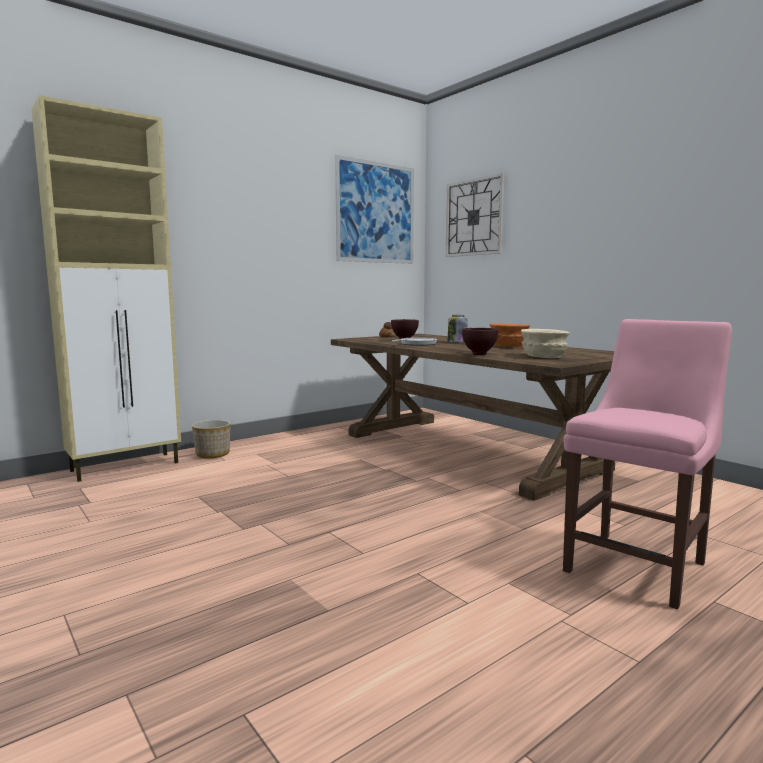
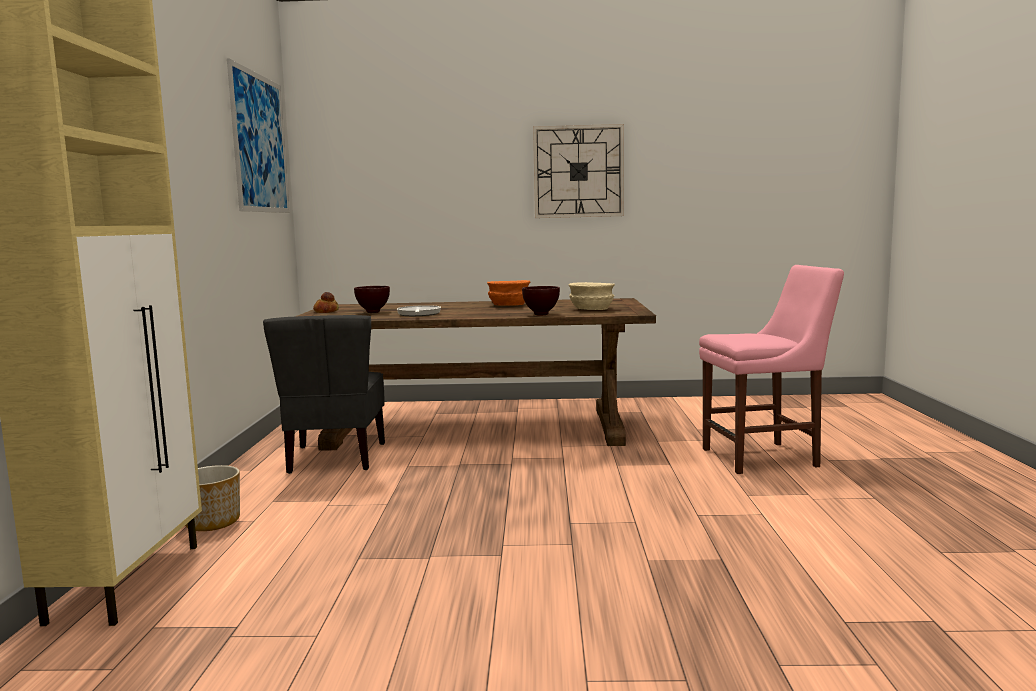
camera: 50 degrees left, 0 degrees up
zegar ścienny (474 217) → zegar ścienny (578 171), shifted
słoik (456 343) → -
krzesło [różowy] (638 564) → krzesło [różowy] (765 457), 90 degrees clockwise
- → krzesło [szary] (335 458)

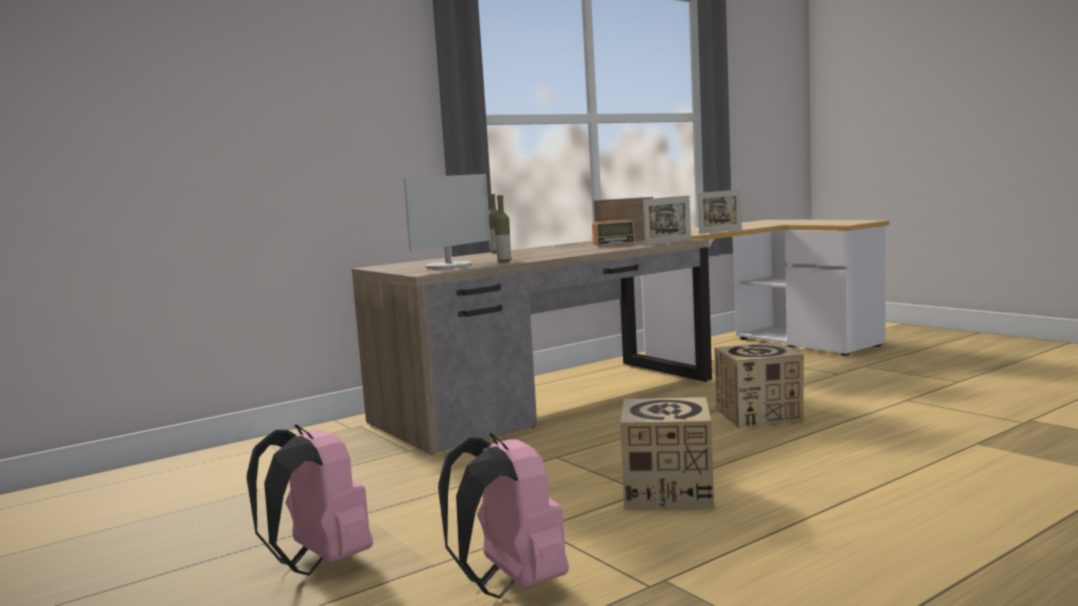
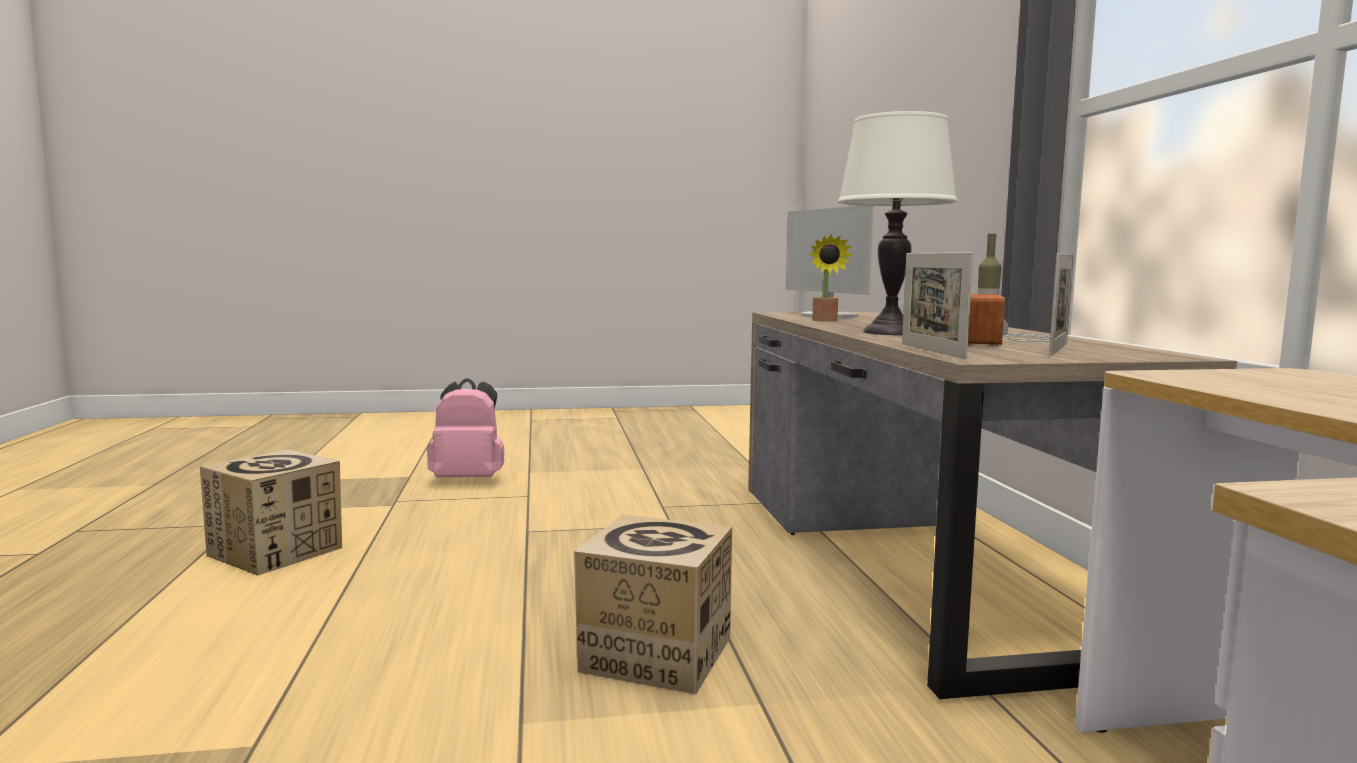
camera: 115 degrees right, 0 degrees up
ramka na zdjęcie (720 231) → -
butelka (504 261) → roślina doniczkowa (825 321)
karton (668 491) → karton (276 551), shifted
plecak [różowy] (320 563) → -
- → lampa stołowa [biały] (890 332)

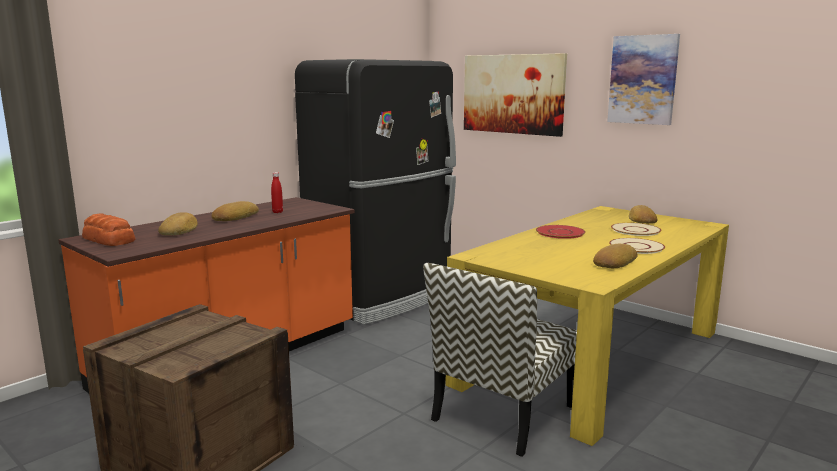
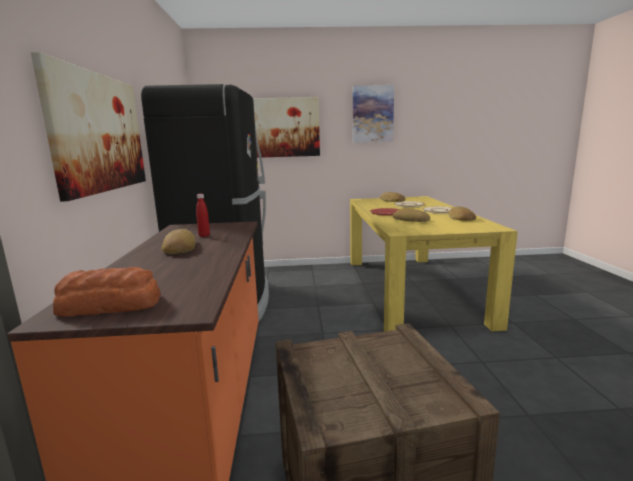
camera: 45 degrees left, 0 degrees up
chleb (180 230) → chleb (411 220), shifted
krzesło (503 414) → -
- → obraz (99 133)

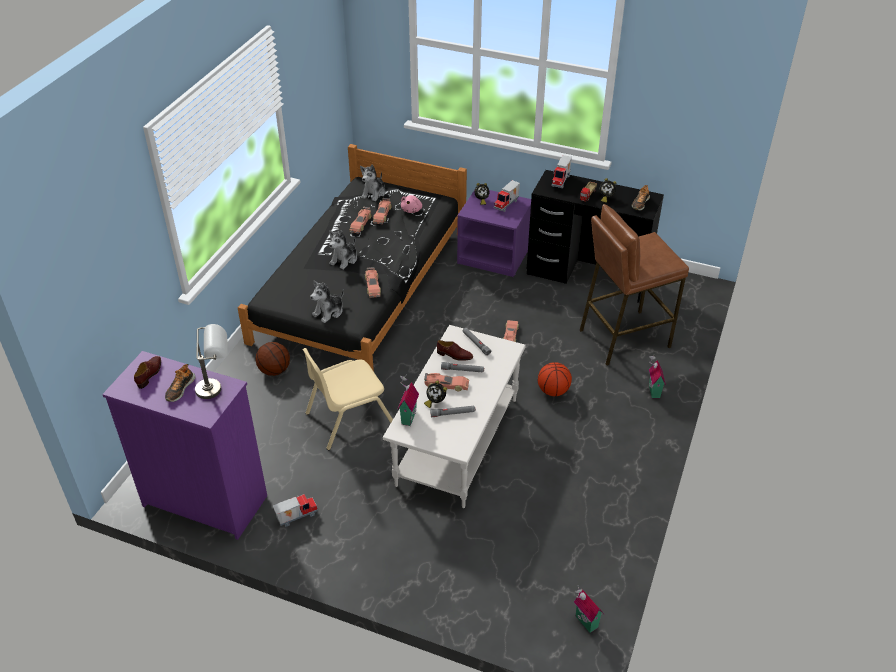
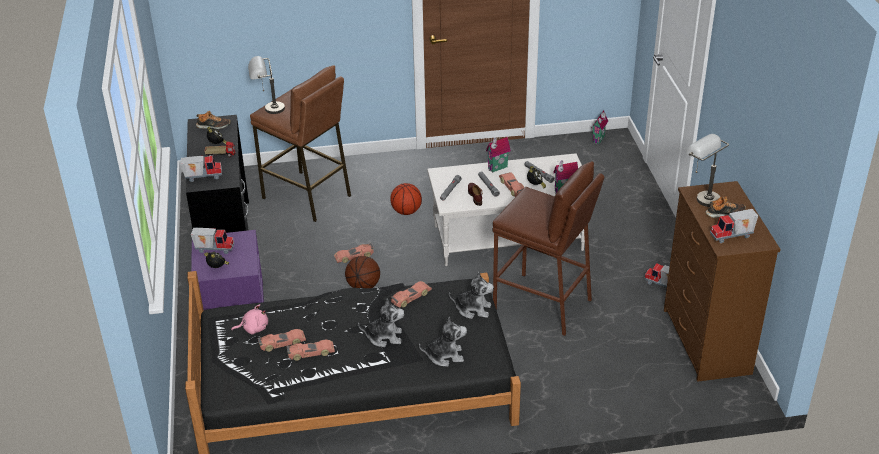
camera: 120 degrees left, 5 degrees down
pluszak (374 193) → pluszak (445 356), shifted
piłka do koszykówki (275 370) → piłka do koszykówki (363 286), shifted
krzesło [beżowy] (349 419) → stołek [brązowy] (542 305)
komoda [fioletowy] (204 500) → komoda [brązowy] (706 342)
but [brązowy] (150 374) → ciężarówka zabawkowa (732 237)
domek (652 391) → domek (498 168), shifted
- → lampa stołowa [szary] (268 110)

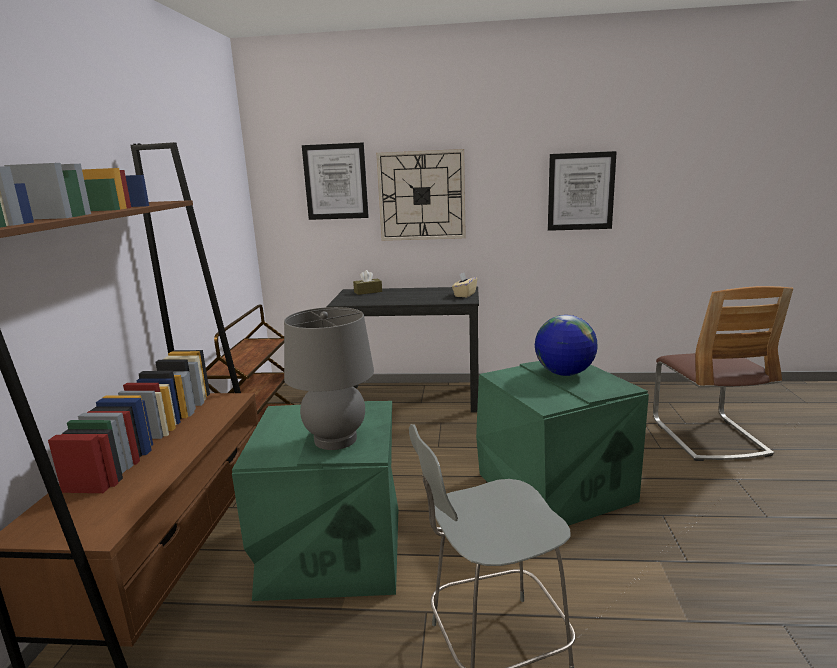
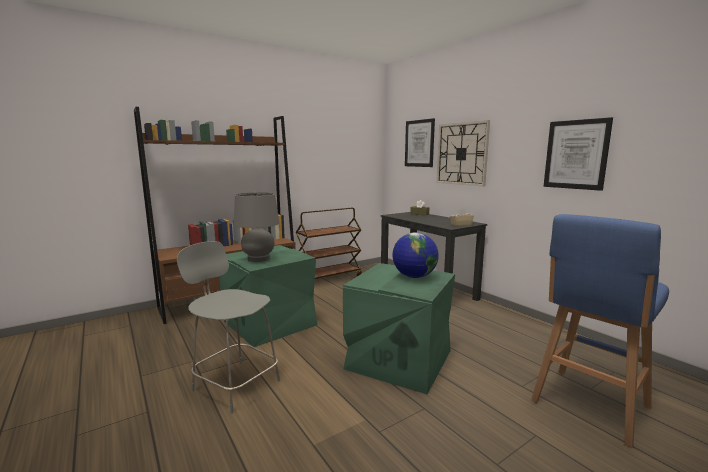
camera: 50 degrees right, 5 degrees down
krzesło (708 437) → stołek [niebieski] (588 406)

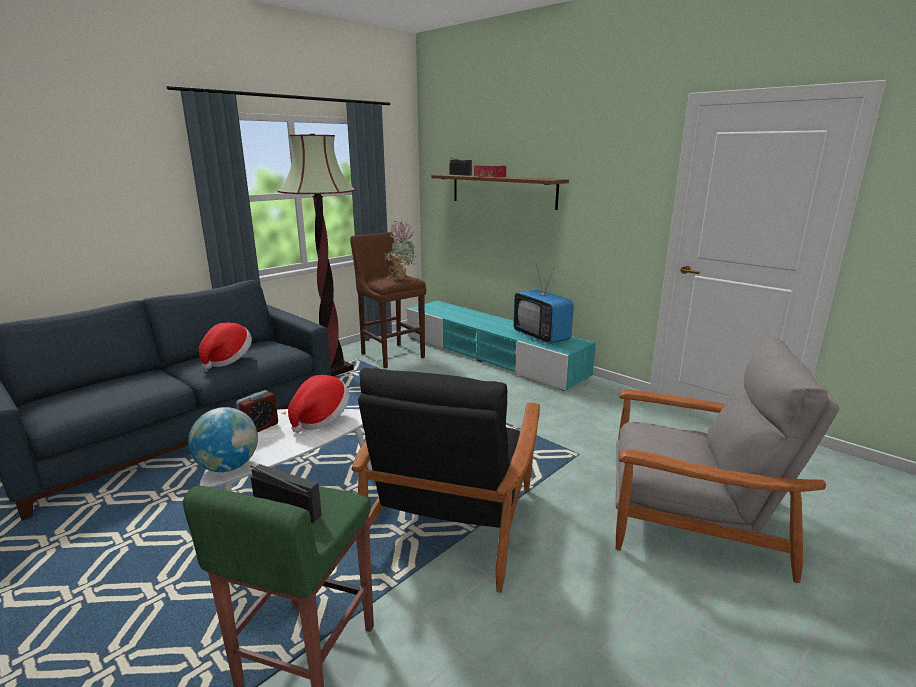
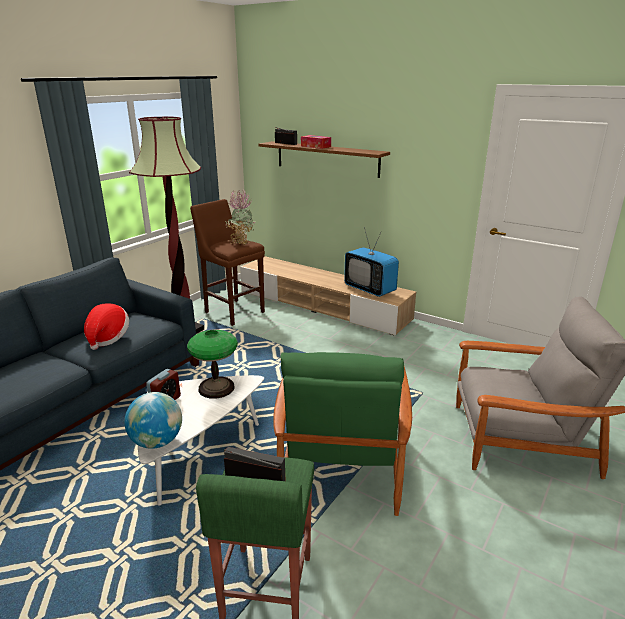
camera: 10 degrees left, 5 degrees up
szafka pod telewizor [turkusowy] (492 356) → szafka pod telewizor [beżowy] (323 306)
fotel [czarny] (453 520) → fotel [zielony] (341 461)
kapelusz (320 419) → lampa stołowa (216 388)

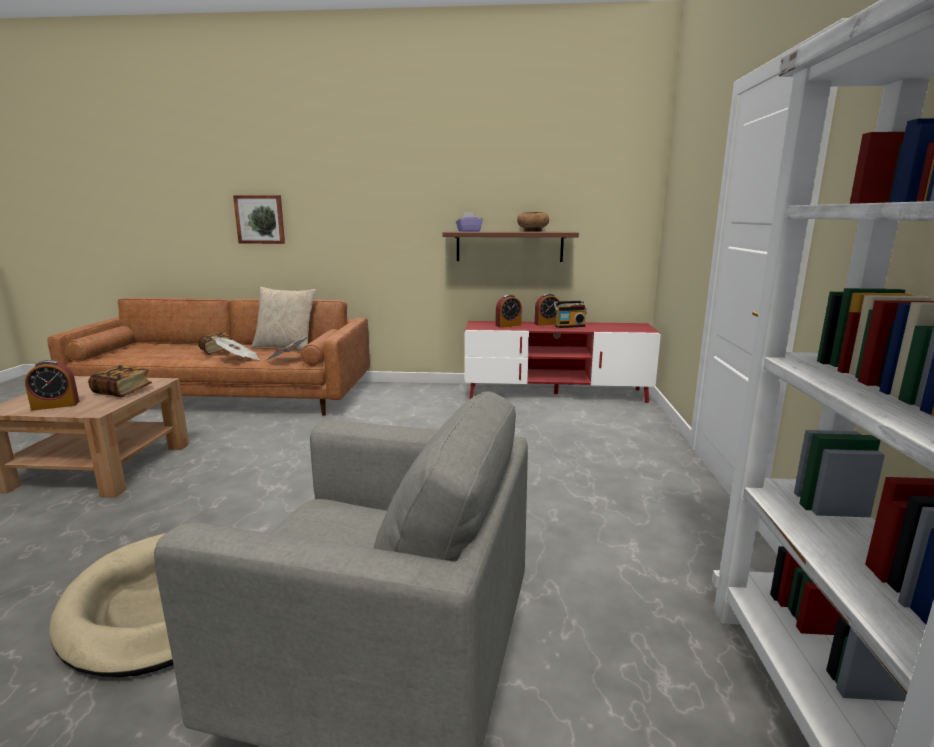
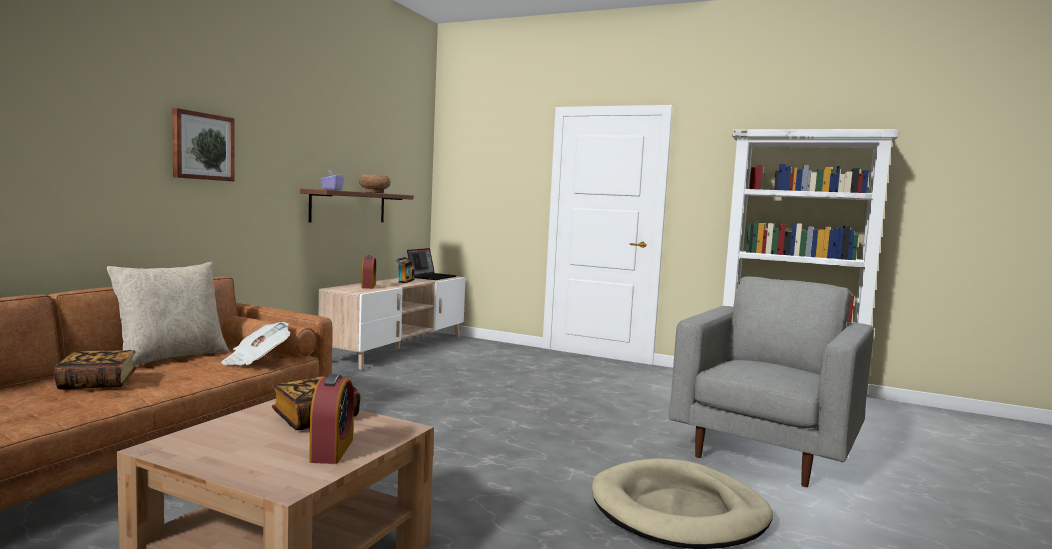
camera: 70 degrees left, 10 degrees down
obraz (260 219) → obraz (202 146), shifted
budzik (547 324) → -
szafka pod telewizor [czerwony] (556 394) → szafka pod telewizor [beżowy] (399 348)
gazeta (238 359) → -
- → laptop (431 277)

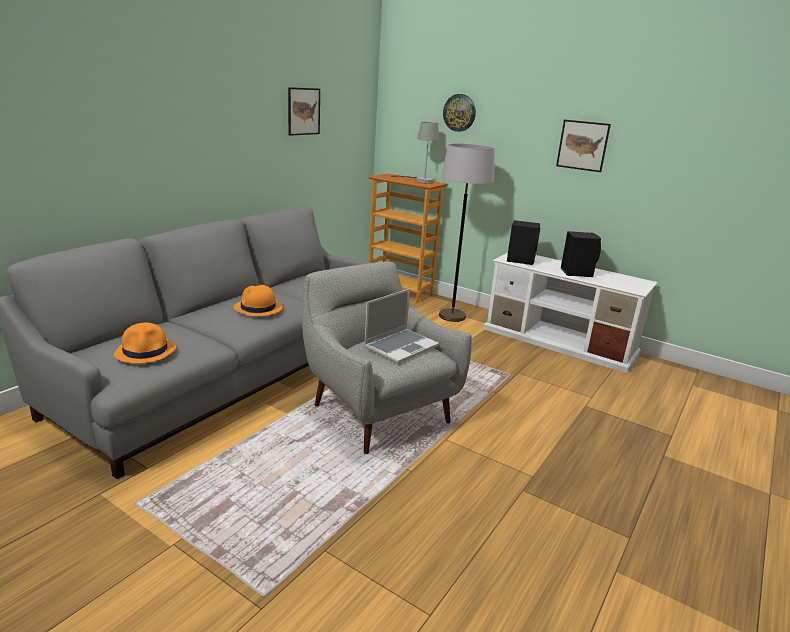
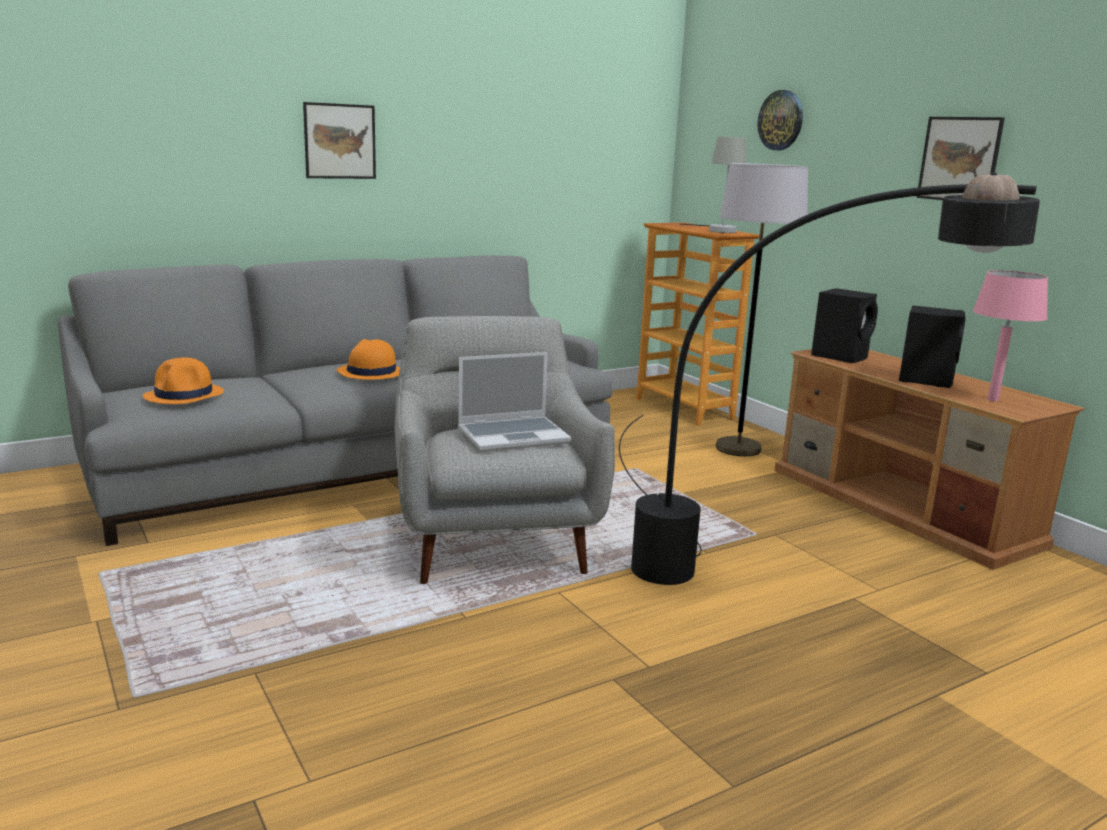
camera: 25 degrees right, 5 degrees down
obraz (303 111) → obraz (340 141), shifted
szafka pod telewizor [biały] (560 341) → szafka pod telewizor [brązowy] (903 506)
- → lampa stojąca [czarny] (746 575)
- → lampa stołowa [różowy] (992 399)

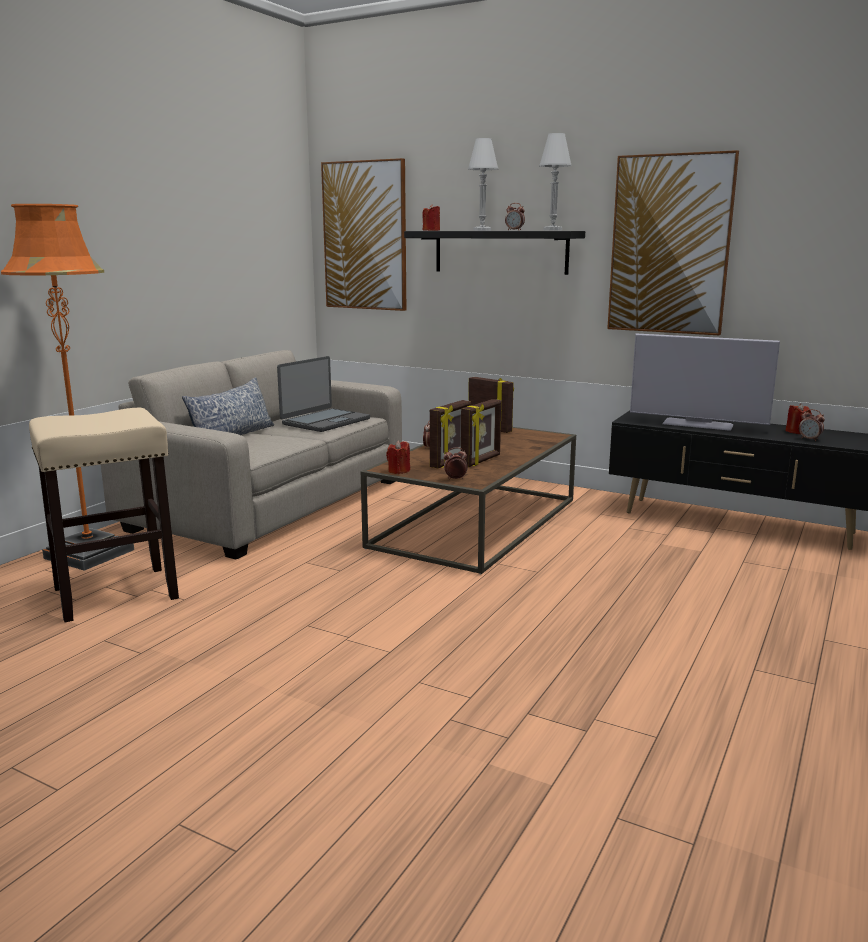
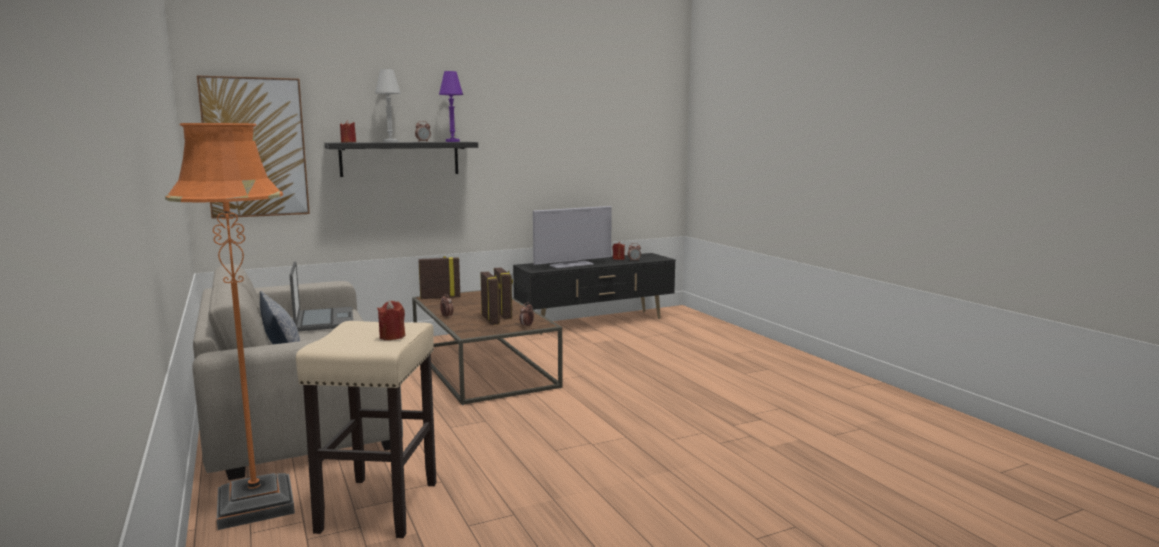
camera: 55 degrees left, 5 degrees down
lampa stołowa [biały] (552 230) → lampa stołowa [fioletowy] (452 141)
obraz (670 245) → -
świeca [czerwony] (398 471) → świeca [czerwony] (392 336), shifted

